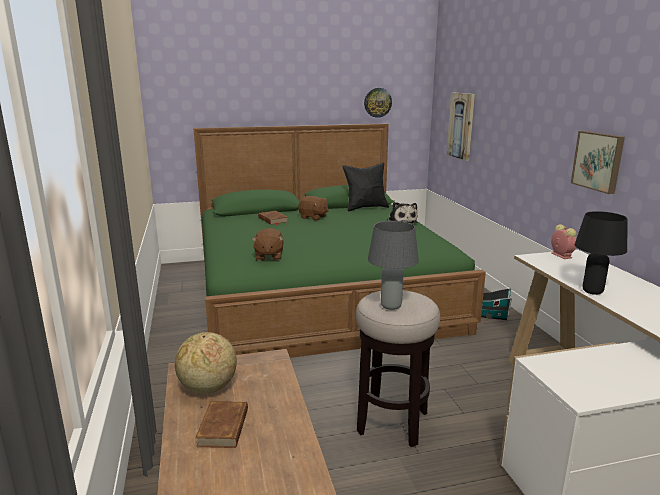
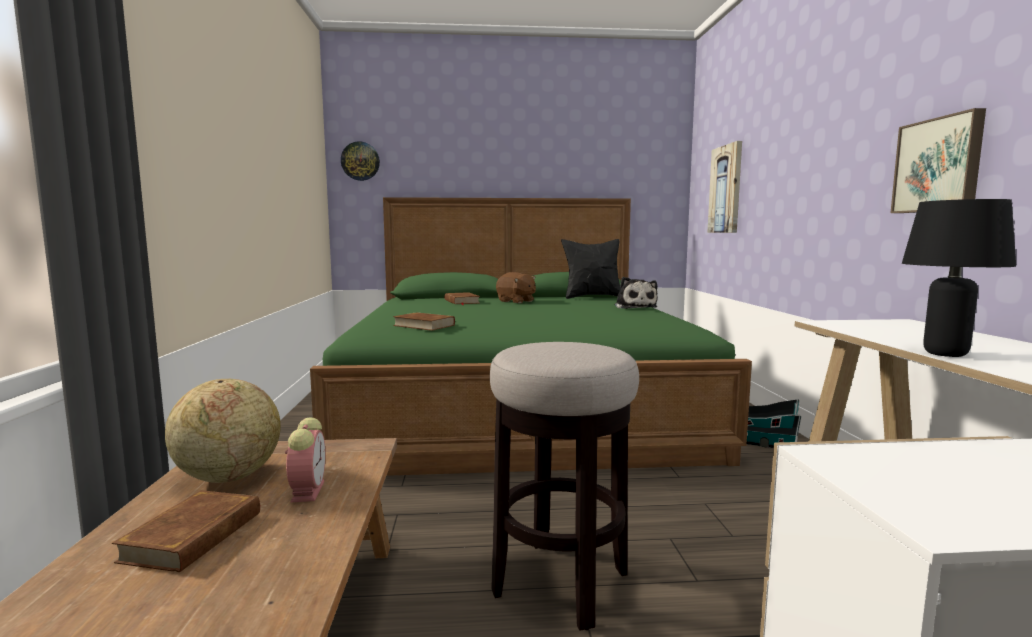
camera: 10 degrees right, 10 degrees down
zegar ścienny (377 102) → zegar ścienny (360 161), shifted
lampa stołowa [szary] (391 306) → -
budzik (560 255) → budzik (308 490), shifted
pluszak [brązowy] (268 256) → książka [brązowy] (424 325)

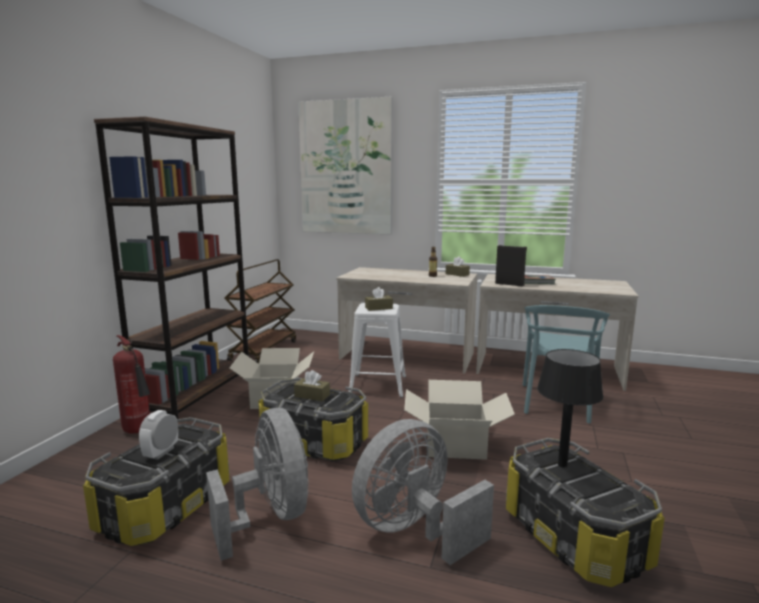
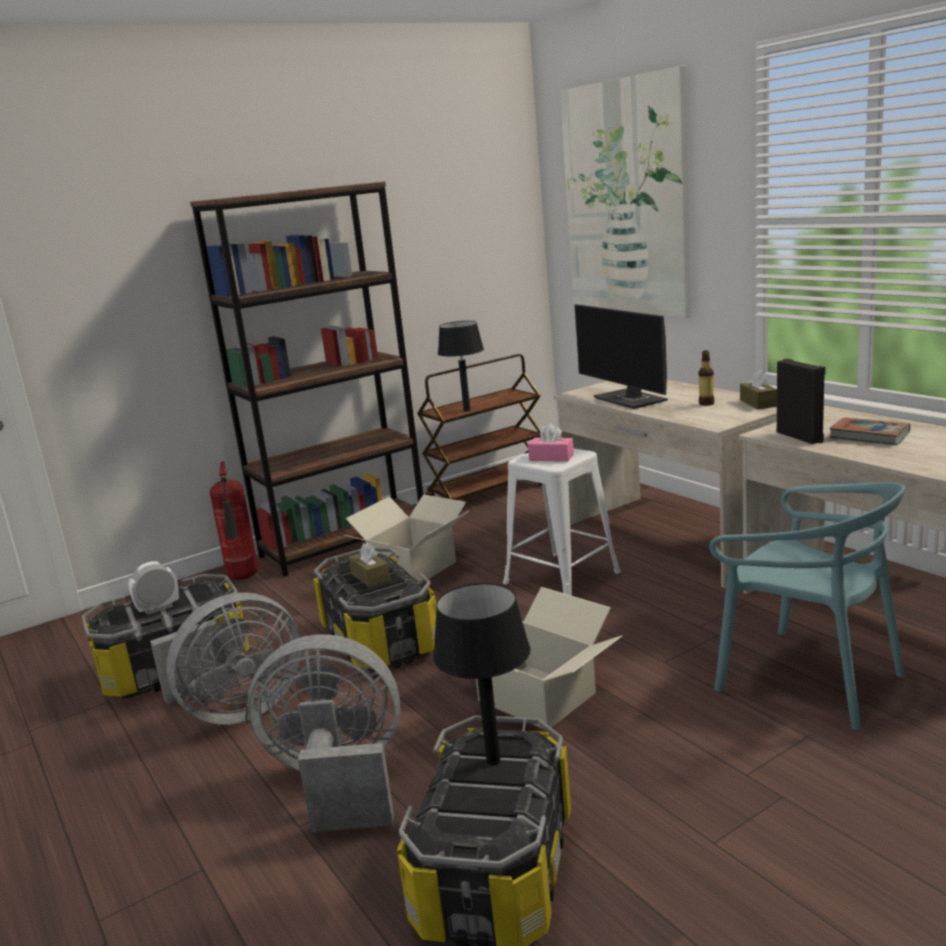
camera: 40 degrees right, 5 degrees up
pudełko chusteczek [brązowy] (378 308) → pudełko chusteczek [różowy] (551 457)
krzesło [turkusowy] (557 402) → krzesło [turkusowy] (809 679), 105 degrees counterclockwise
wentylator [szary] (270 516) → wentylator [szary] (237 710), 45 degrees clockwise
- → monitor (631 400)
- → lampa stołowa [czarny] (467 410)

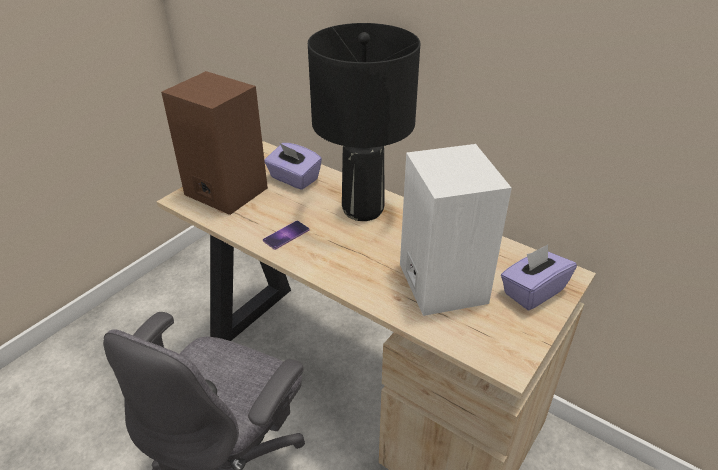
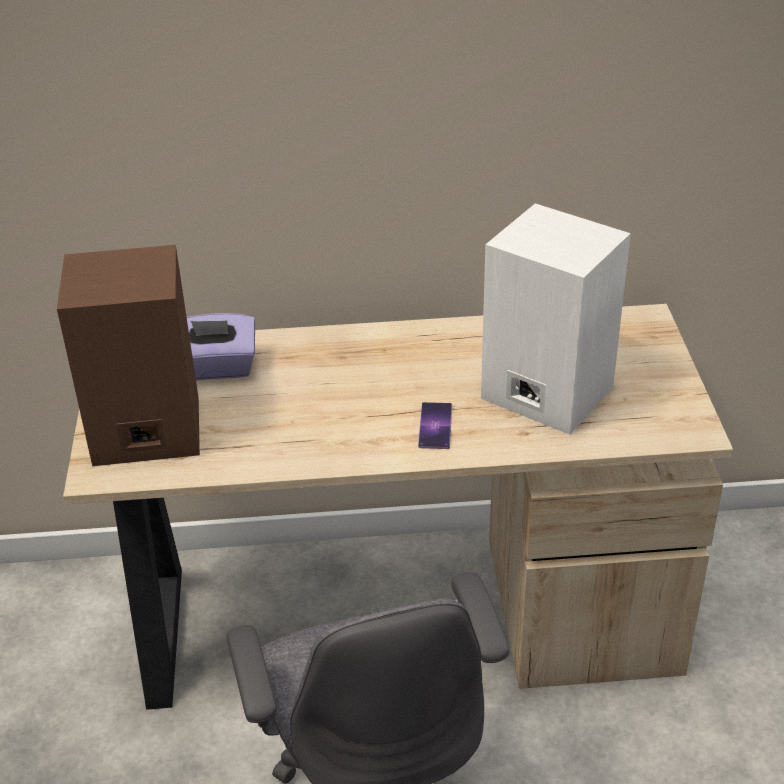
camera: 40 degrees left, 0 degrees up
lampa stołowa [czarny] (363 209) → -
telefon (286 235) → telefon (435 426), shifted
pudełko chusteczek [fioletowy] (532 291) → -

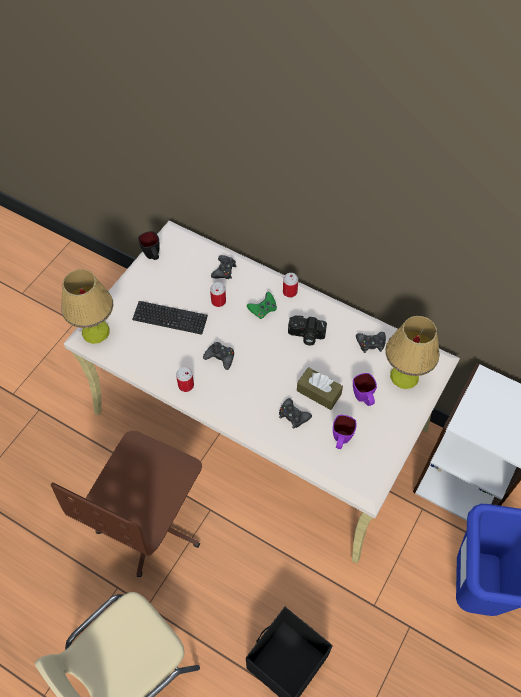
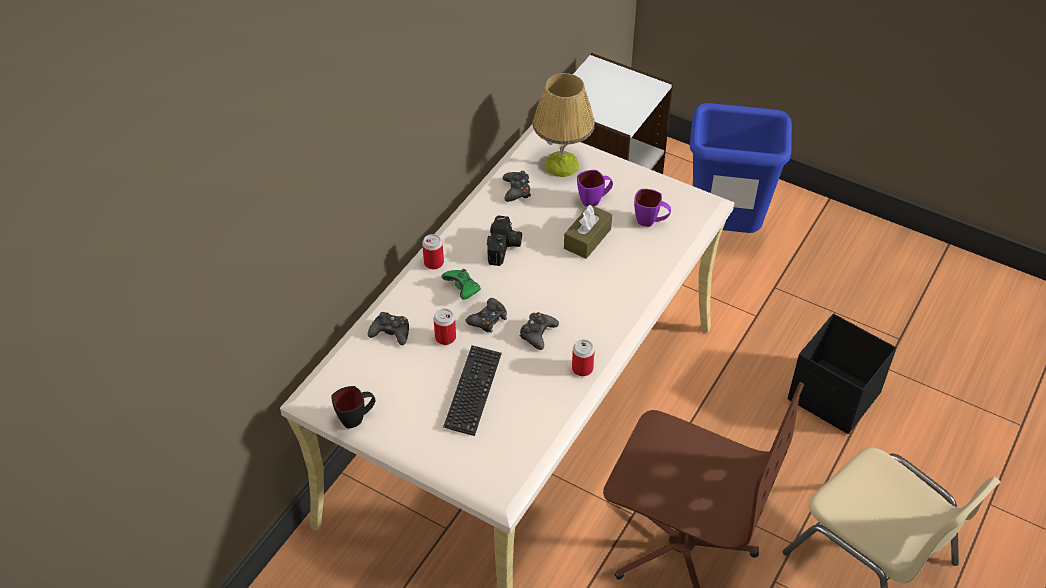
camera: 90 degrees left, 10 degrees down
lampa stołowa (96 331) → -
pad do gier [czarny] (293 415) → pad do gier [czarny] (488 319), shifted

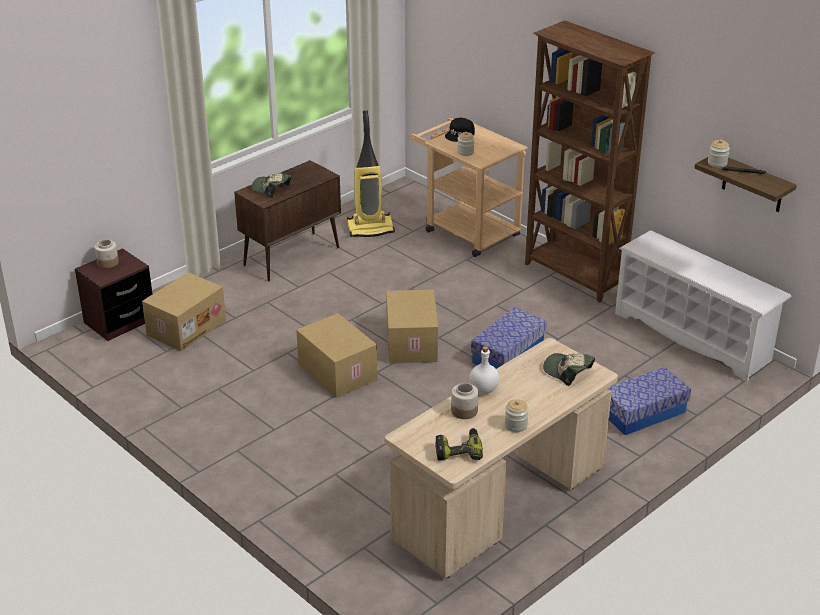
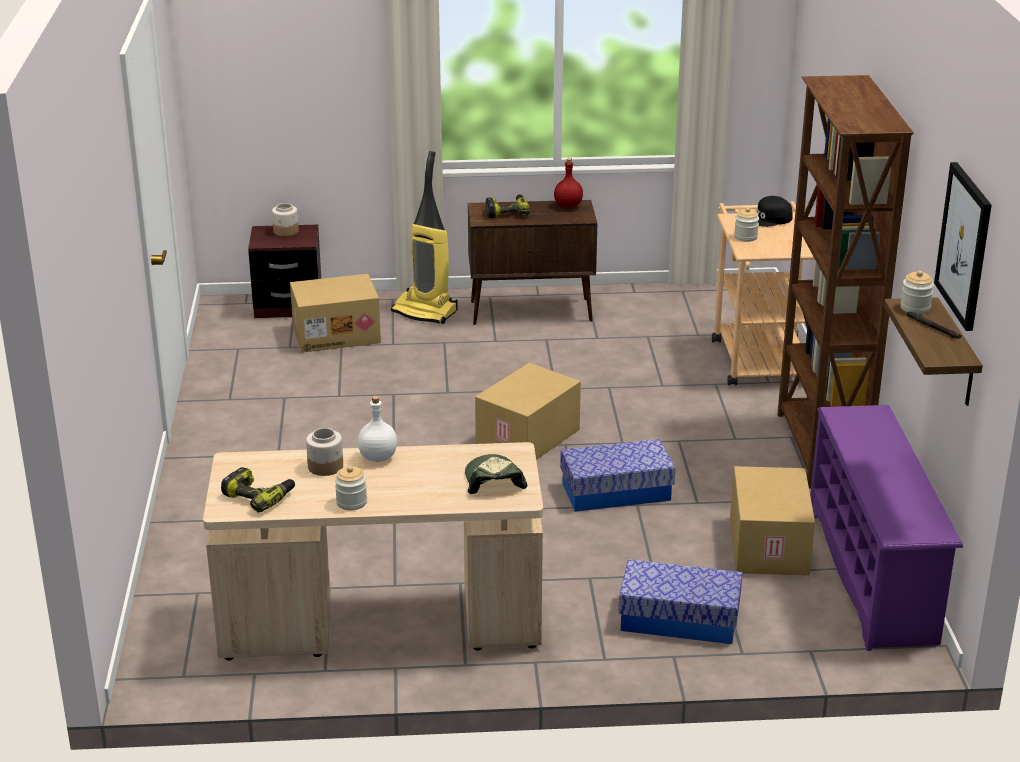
camera: 40 degrees right, 5 degrees down
odkurzacz (370 228) → odkurzacz (426 311), shifted
czapka z daszkiem (271 188) → wiertarka (507 212)
regał na buty [biały] (694 336) → regał na buty [fioletowy] (873 573)
karton (336 372) → karton (766 545), shifted
- → butelka [czerwony] (568 206)
- → obraz (964 245)

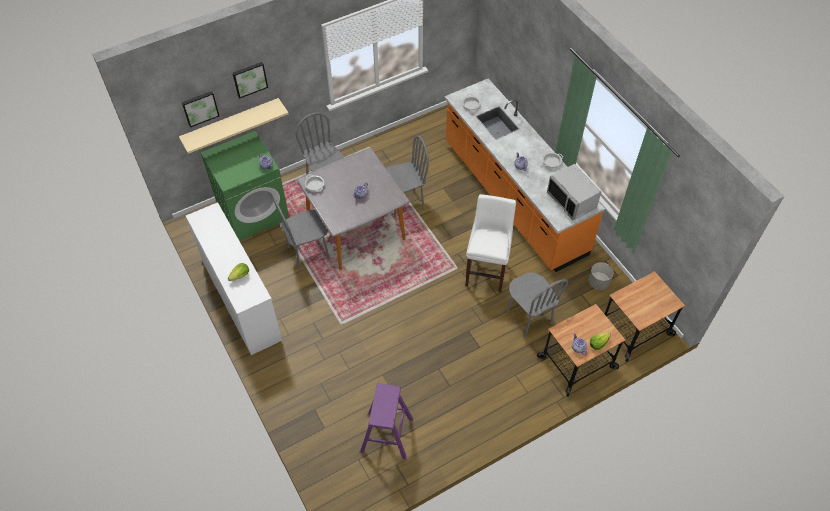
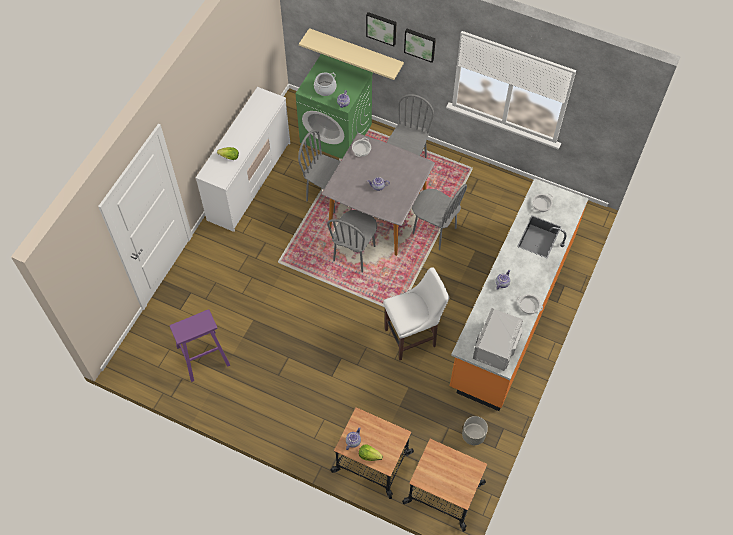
camera: 55 degrees right, 5 degrees up
obraz (200 108) → obraz (420 44), shifted
krzesło [szary] (528 318) → krzesło [szary] (354 254), shifted
- → garnek (325 89)

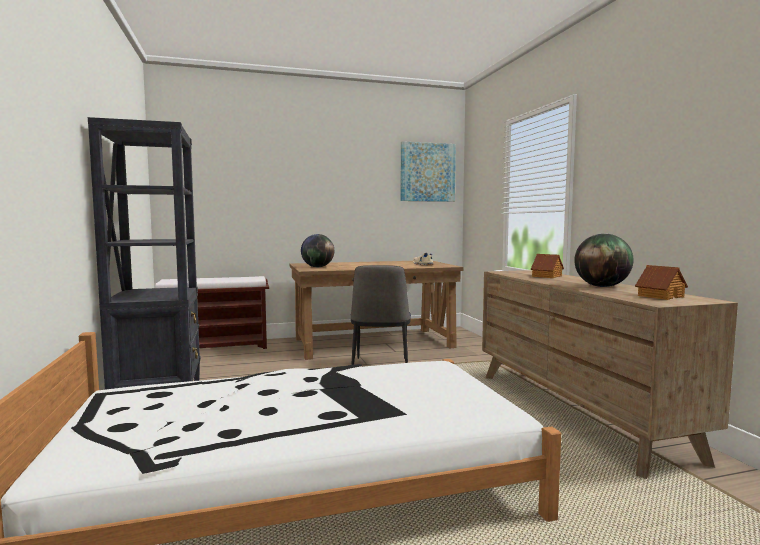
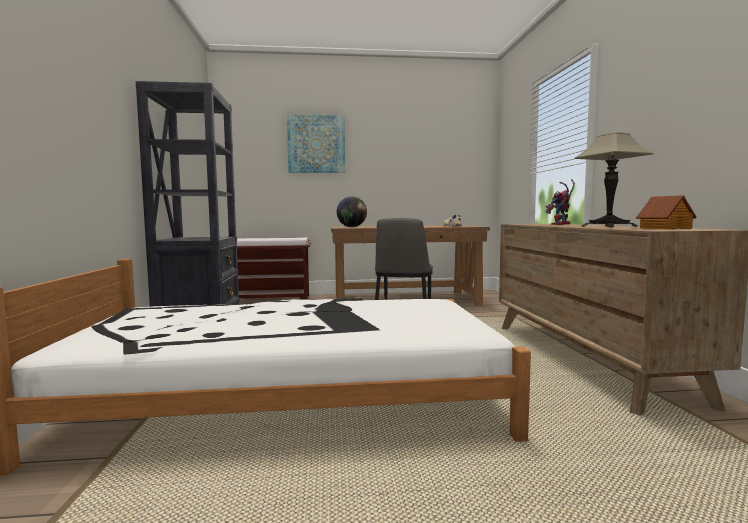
camera: 10 degrees right, 0 degrees up
obraz (427 172) → obraz (316 144), shifted
globus (602 286) → lampa stołowa (609 226)
domek (547 276) → robot zabawkowy (561 224)

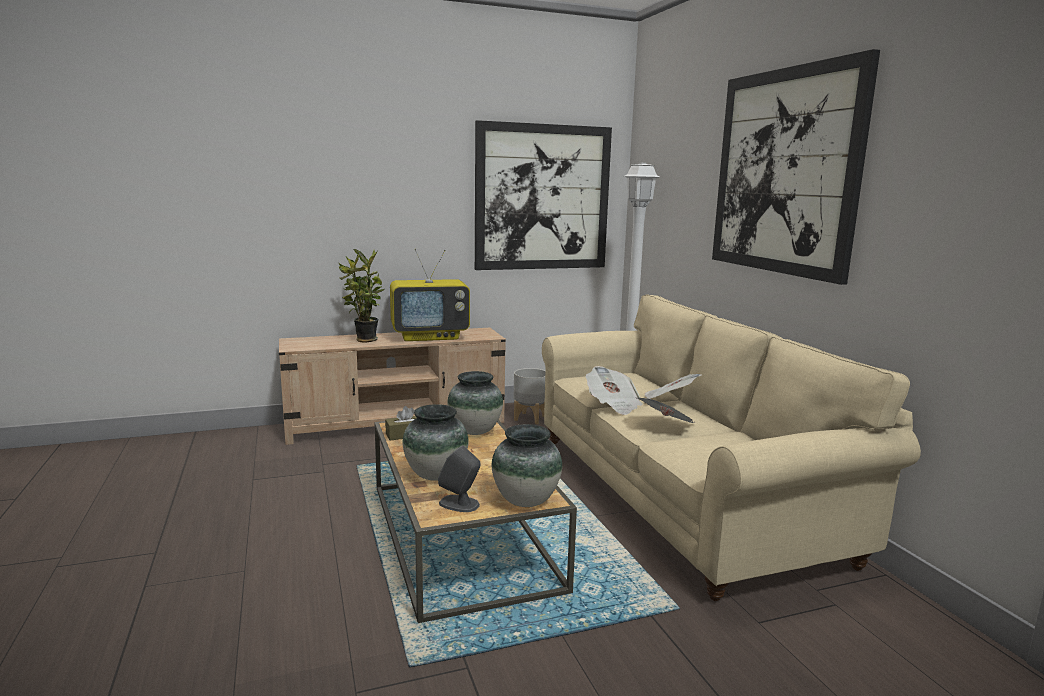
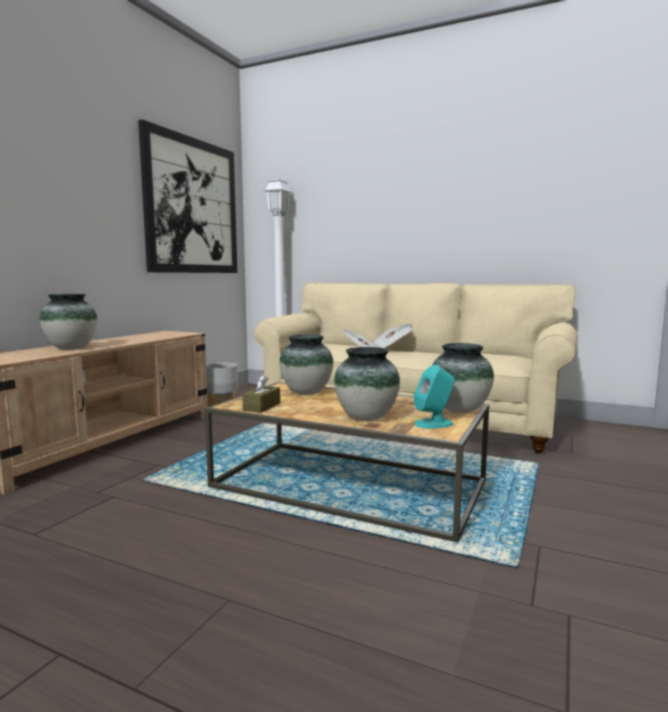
camera: 45 degrees left, 5 degrees down
obraz (785 172) → -
roślina doniczkowa (364 340) → wazon (71 348)
telewizor (430 336) → -
gazeta (667 426) → -
głośnik [szary] (459 504) → głośnik [turkusowy] (434 423)

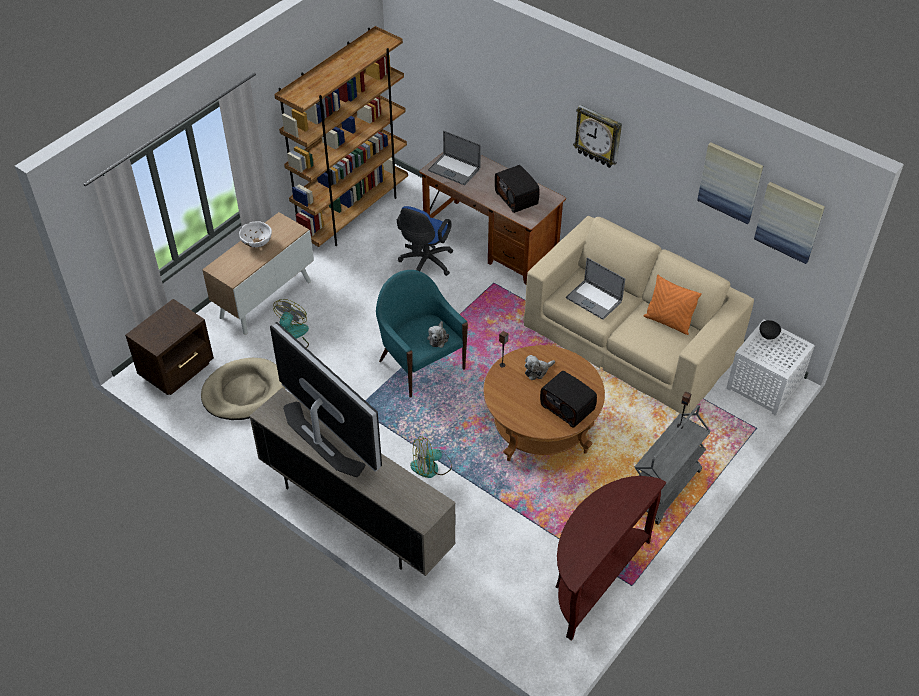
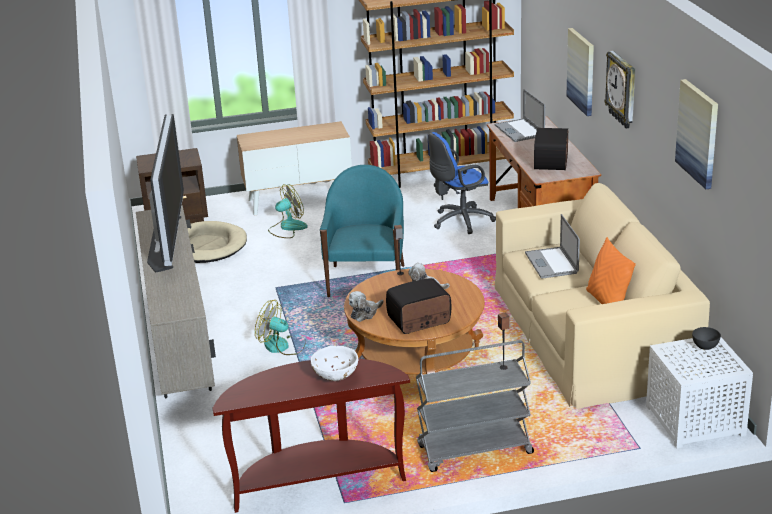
camera: 40 degrees right, 20 degrees down
obraz (789 222) → obraz (581 71), shifted
miska [biały] (257 243) → miska [biały] (335 377), shifted
pluszak (438 338) → pluszak (365 313), shifted
radio (568 407) → radio (419 321), 75 degrees clockwise

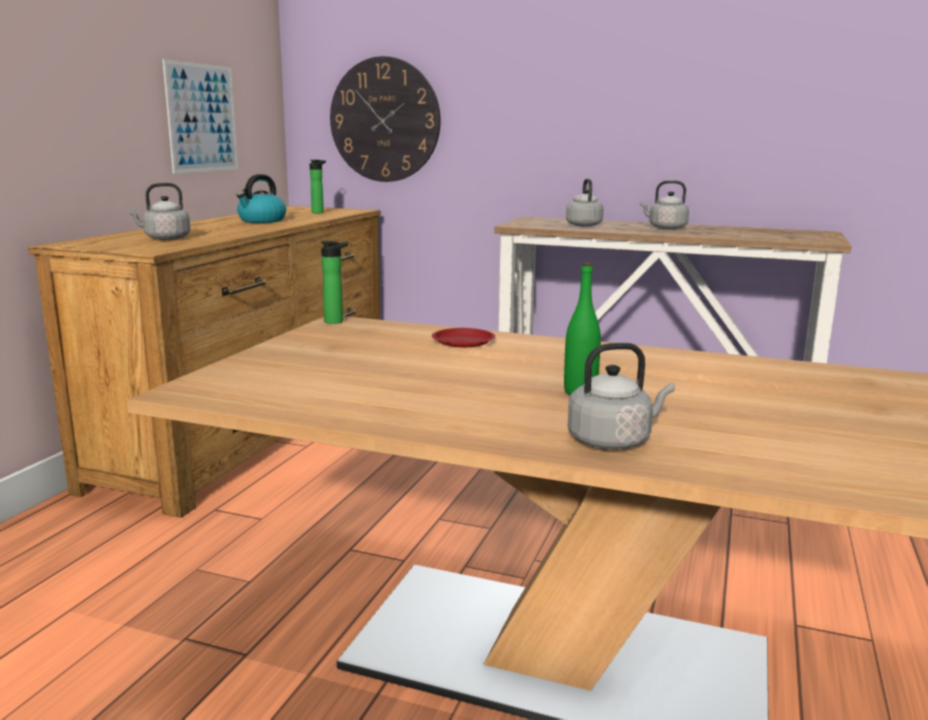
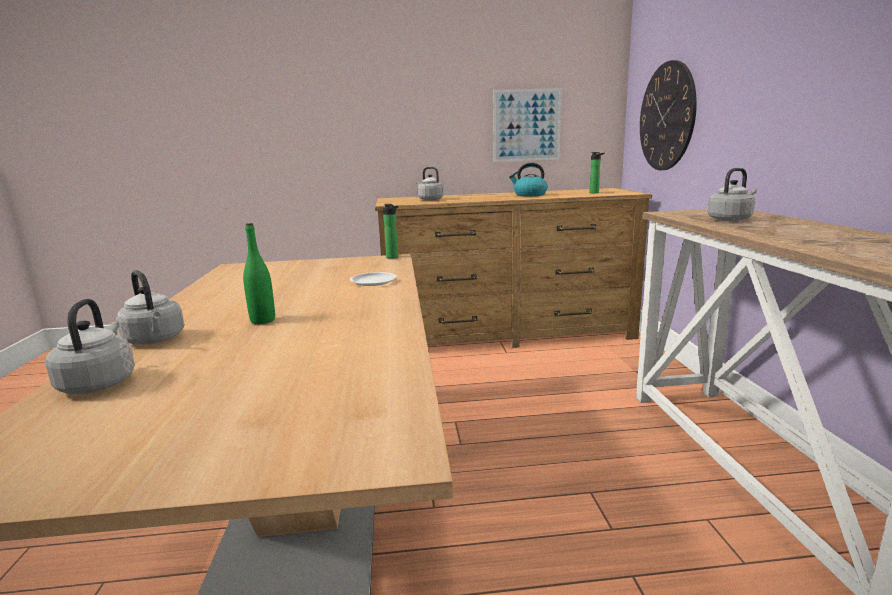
camera: 65 degrees right, 0 degrees up
czajnik [szary] (665 228) → czajnik [szary] (99 383), shifted
talerz [czerwony] (462 341) → talerz [biały] (373 282)

